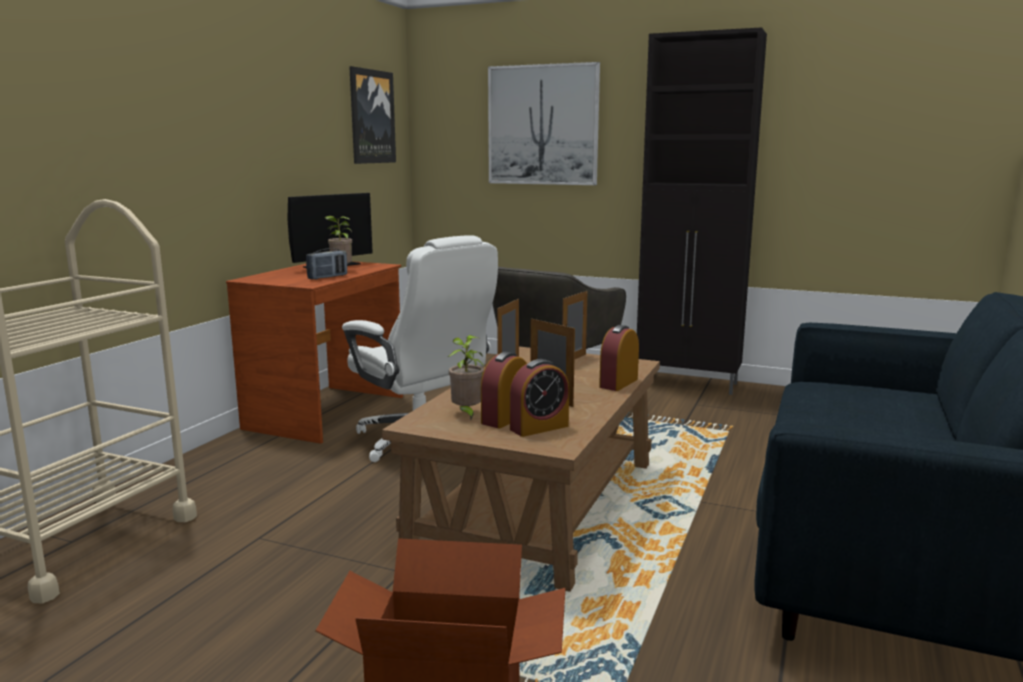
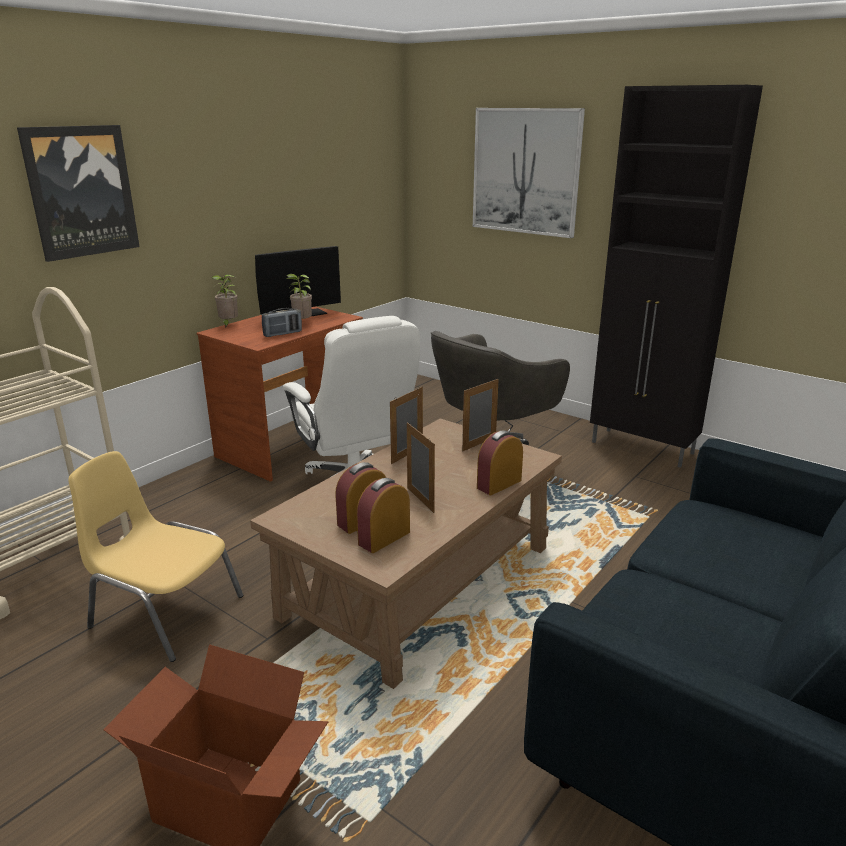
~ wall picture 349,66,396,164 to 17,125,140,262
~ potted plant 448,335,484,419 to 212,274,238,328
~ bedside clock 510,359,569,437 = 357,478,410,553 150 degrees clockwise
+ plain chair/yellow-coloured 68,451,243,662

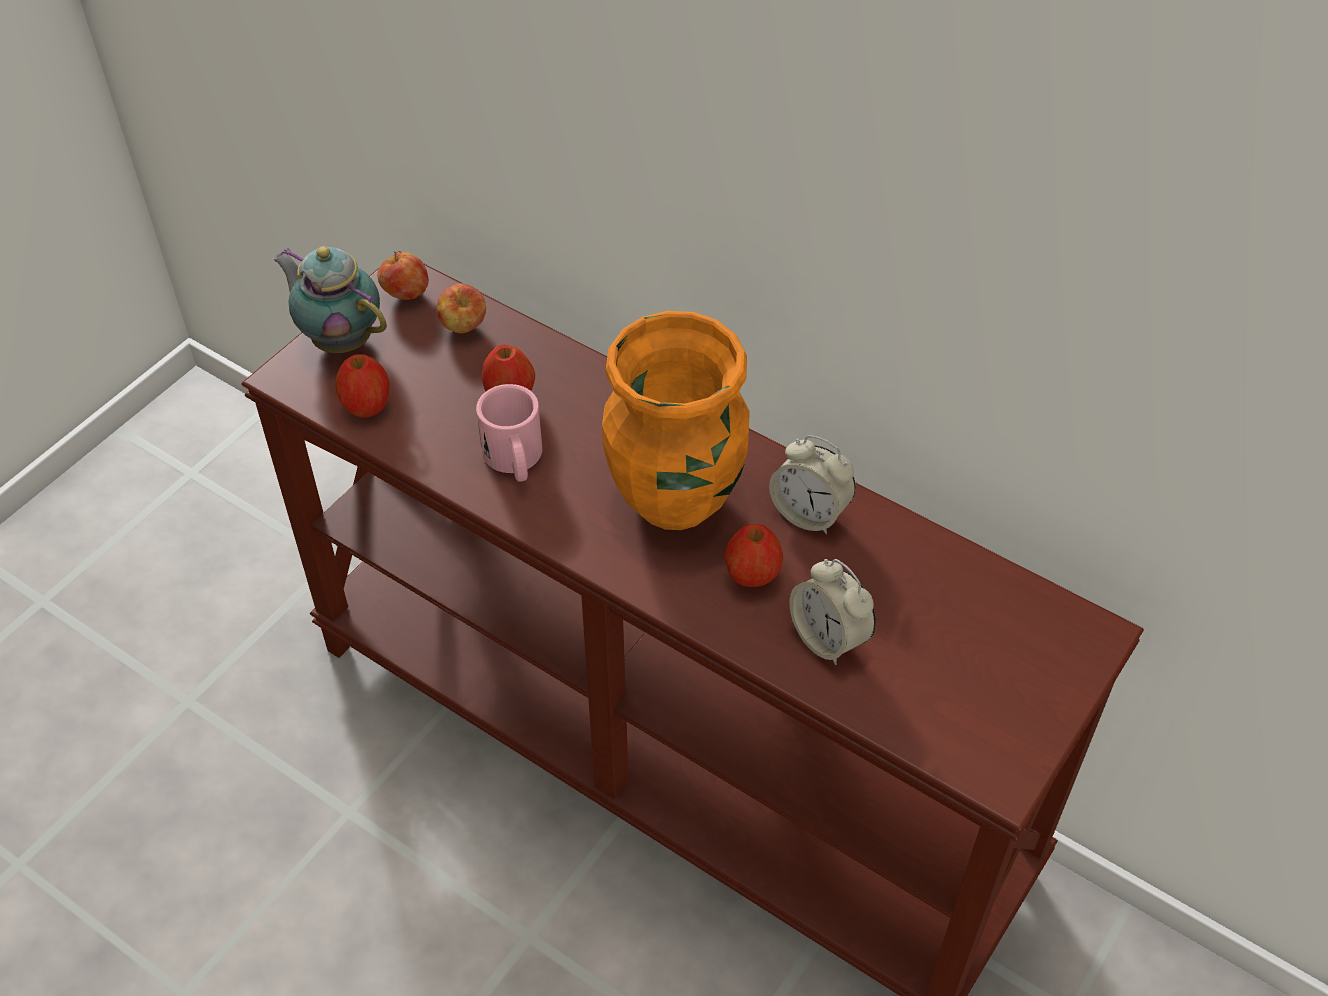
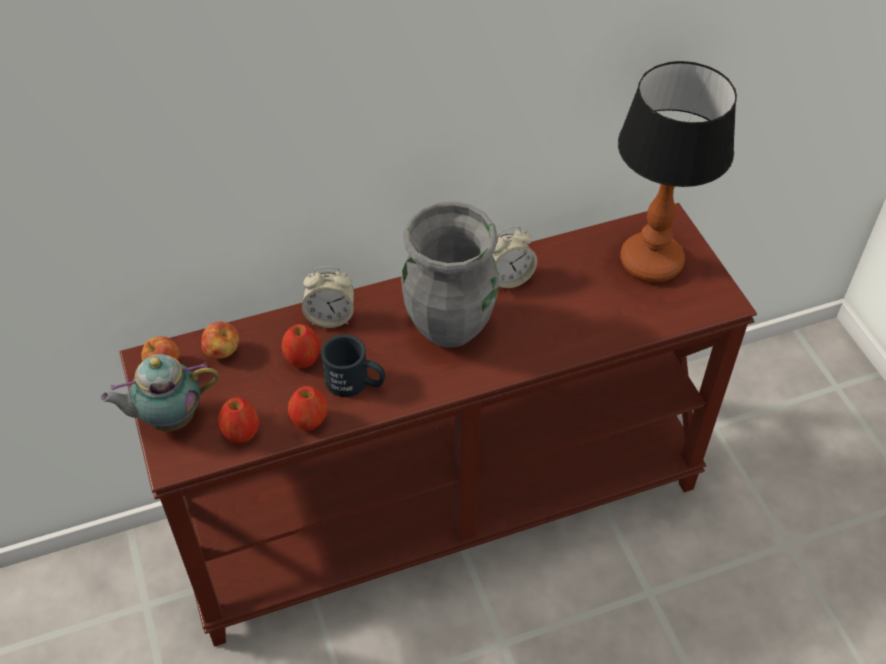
~ flower vase/orangey 602,311,750,530 to flower vase/greyish 401,201,499,348
~ tea mug/pink-coloured 476,384,542,482 to tea mug/black-coloured 321,334,385,397
~ apple fruit 725,524,783,587 to 288,386,328,431
~ bedside clock 790,559,876,665 to 302,266,354,328
+ tabletop lamp 618,61,737,282

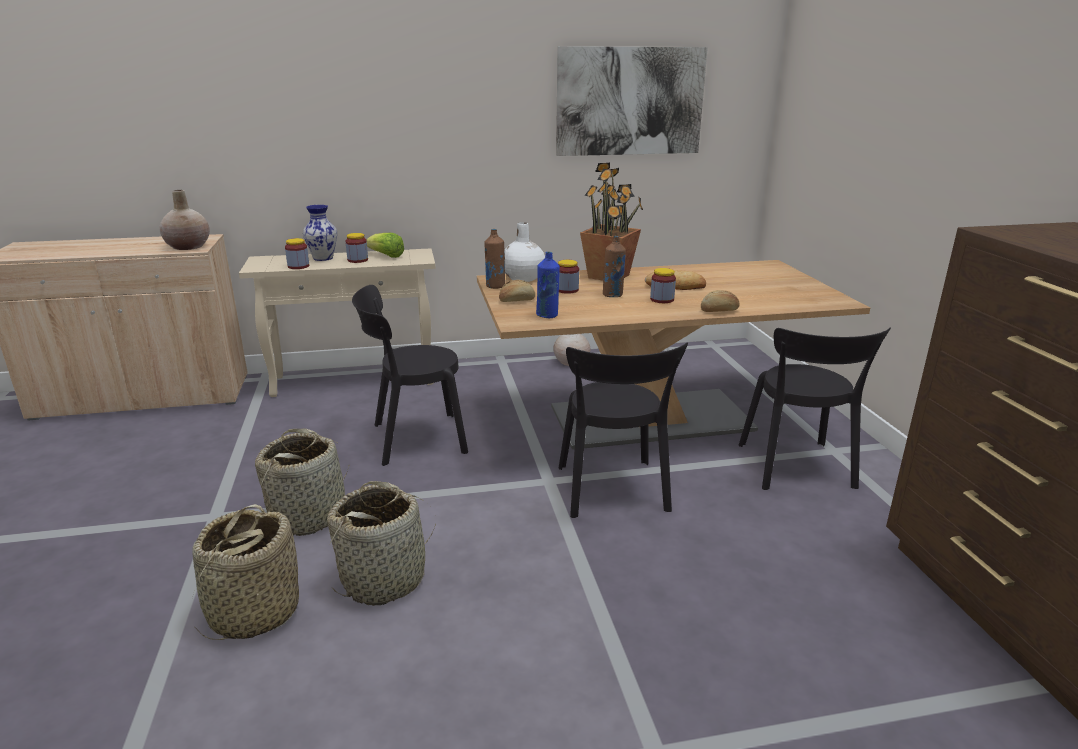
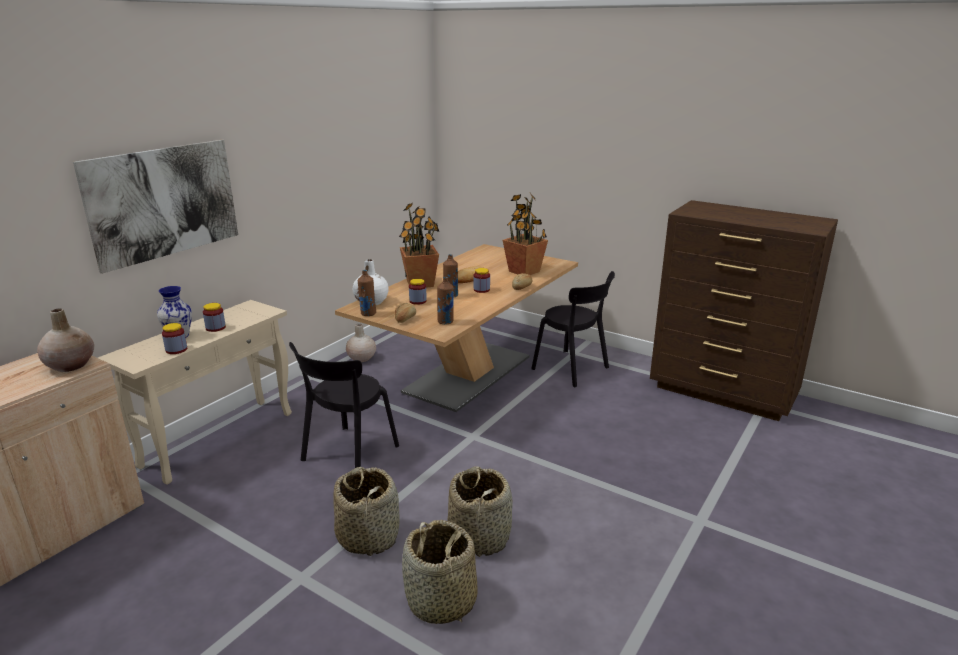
~ wall picture 556,46,708,156 to 73,140,238,274
- head of lettuce 366,233,404,258
~ drink bottle/blue 536,252,560,318 to drink bottle/brown 437,277,454,324
- plain chair/black-coloured 559,343,688,518
+ potted plant 503,193,548,275

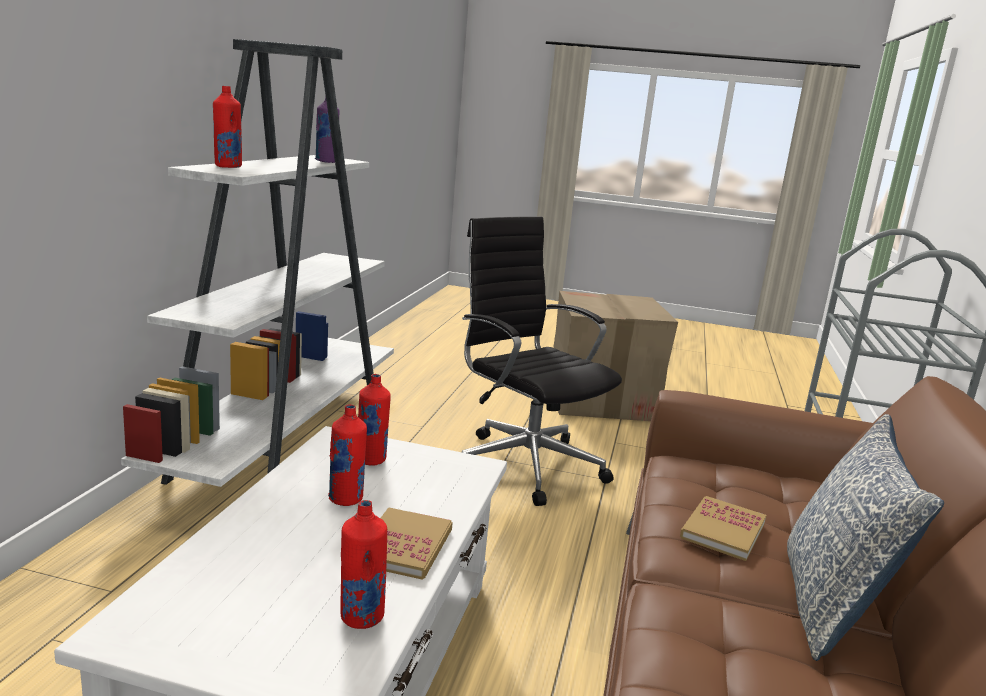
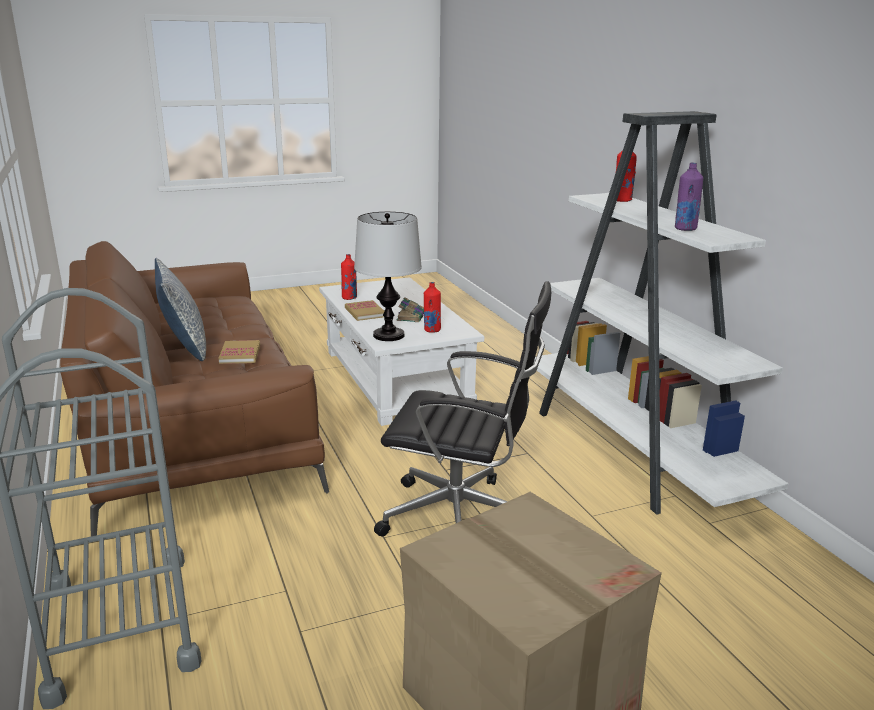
~ drink bottle/red 328,404,367,506 to volume 396,297,424,322
+ tabletop lamp 354,212,422,341

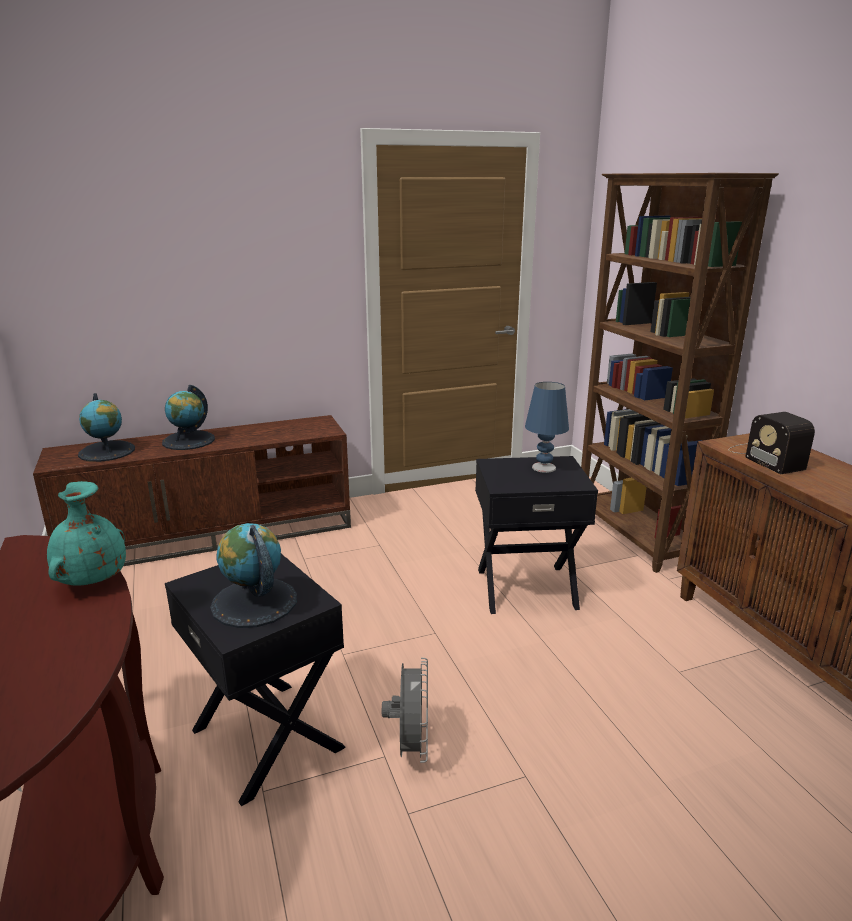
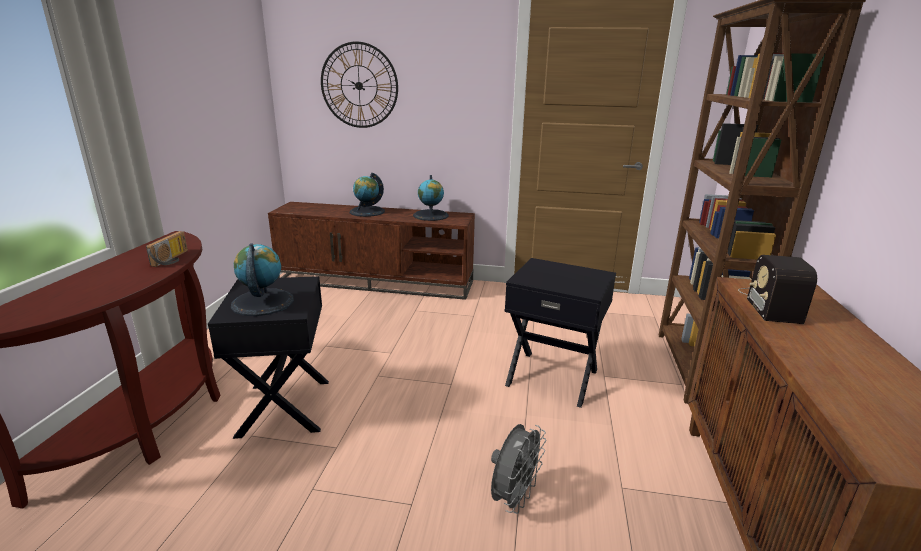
- tabletop lamp/blue 525,382,569,473
~ globe 78,393,135,462 to 413,175,449,221
~ flower vase/blue-green 47,481,126,586 to radio 146,231,188,267
~ cooling fan/greyish 382,658,428,763 to 491,424,546,514
+ wall clock 321,41,398,128

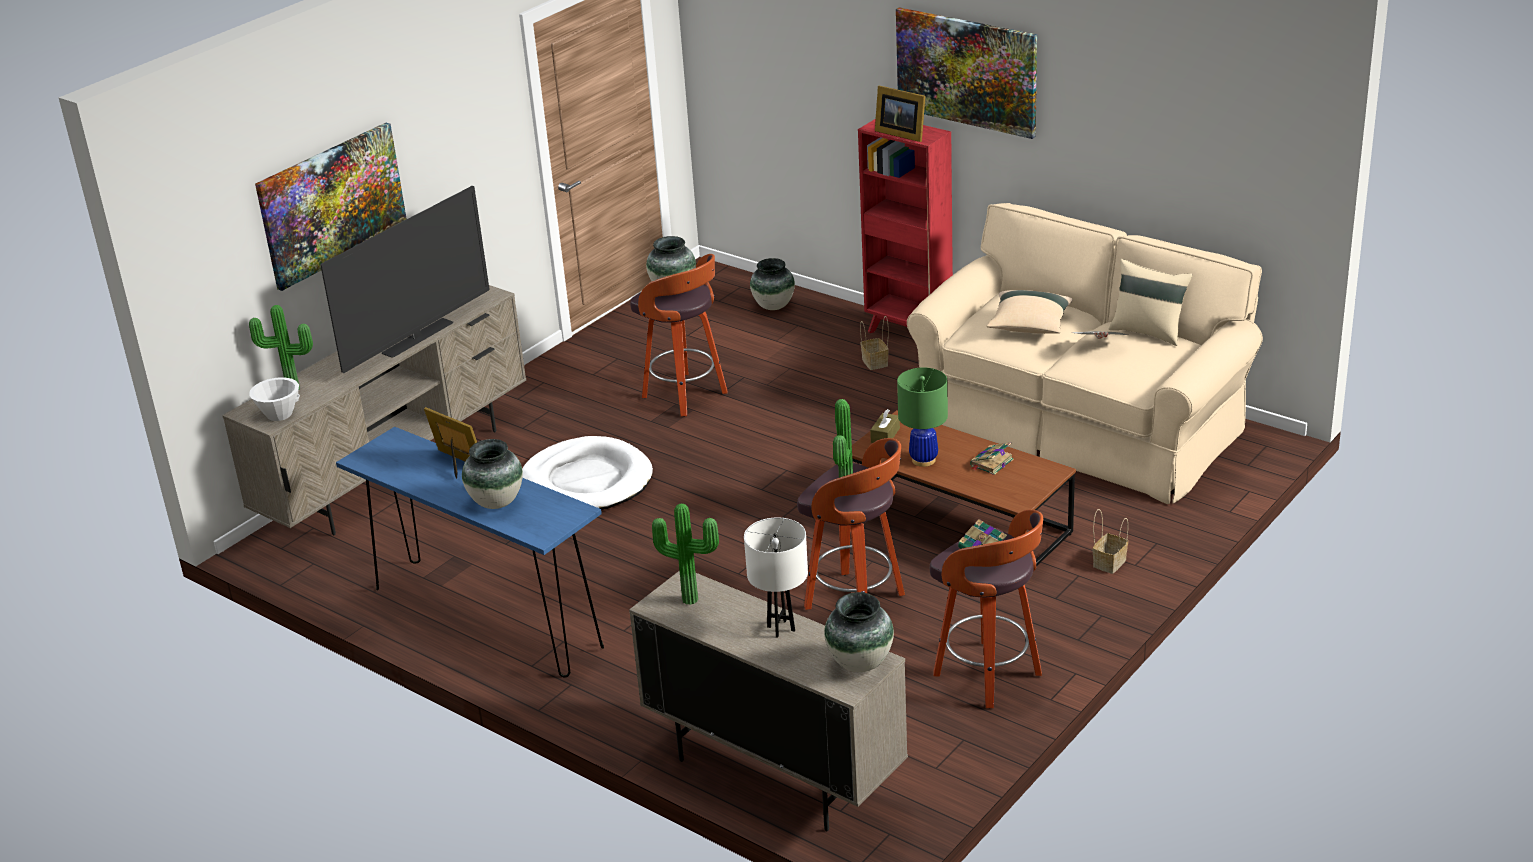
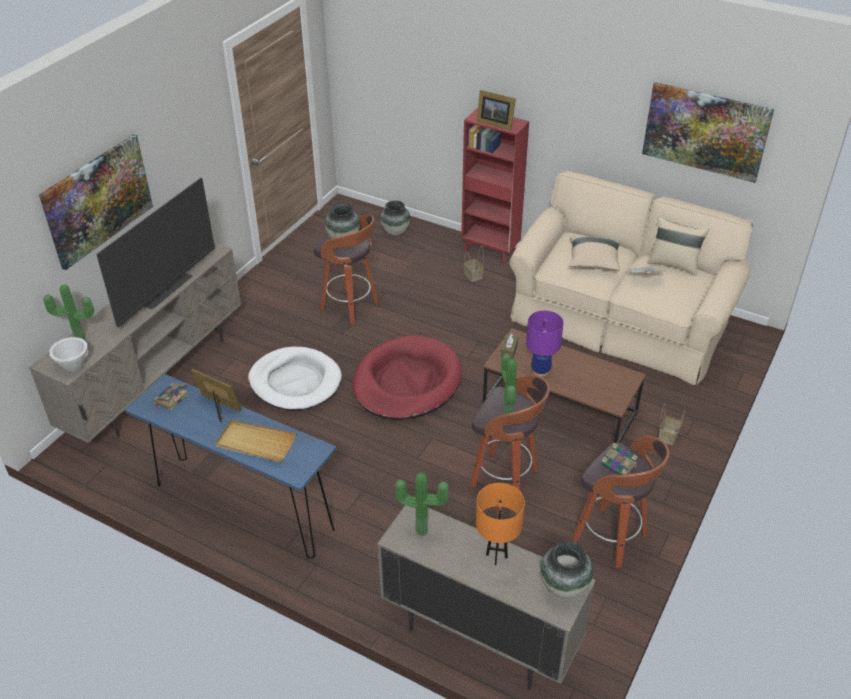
~ wall picture 896,7,1037,139 to 642,82,774,183
~ tabletop lamp/green-coloured 897,367,948,467 to tabletop lamp/purplish 526,310,564,377
~ flower vase 462,439,523,509 to tray/sand-coloured 215,420,296,462
~ volume 970,442,1014,475 to 153,383,189,411
~ tabletop lamp/whitish 744,517,808,638 to tabletop lamp/orangey 476,483,525,565
+ pet bed/red 352,335,462,420

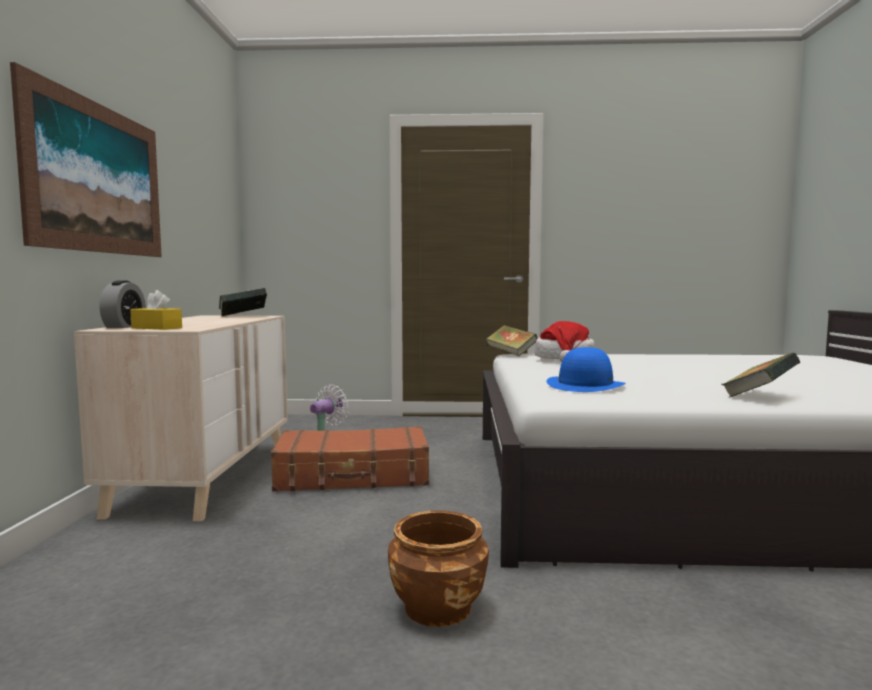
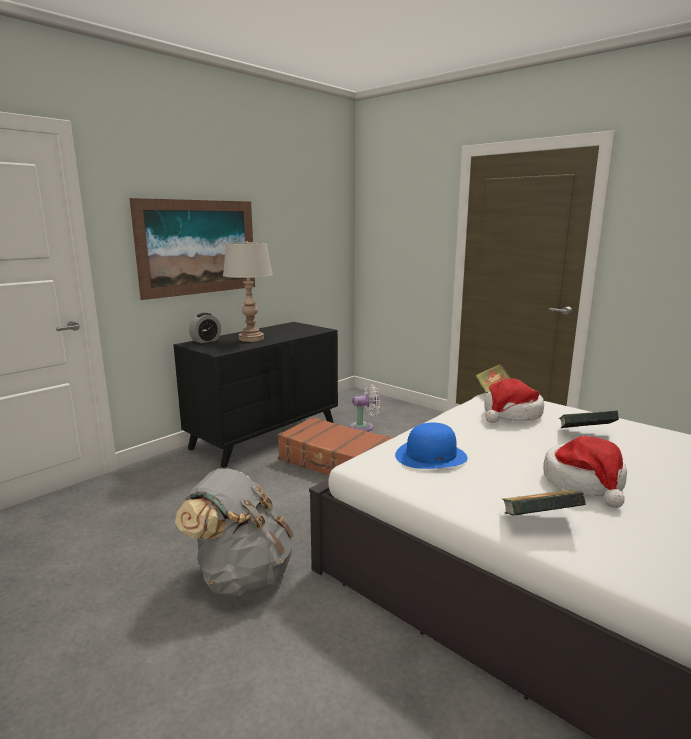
~ volume 219,288,267,317 to 559,410,619,429
- box of tissues/yellow-coloured 130,290,182,330
~ dresser/sand-coloured 74,315,288,521 to dresser/black-coloured 173,322,338,468
~ plant pot/brown 388,510,489,627 to knapsack/greyish 175,468,295,596
+ tabletop lamp/greyish 223,241,273,342
+ wearable hat 543,436,627,508

